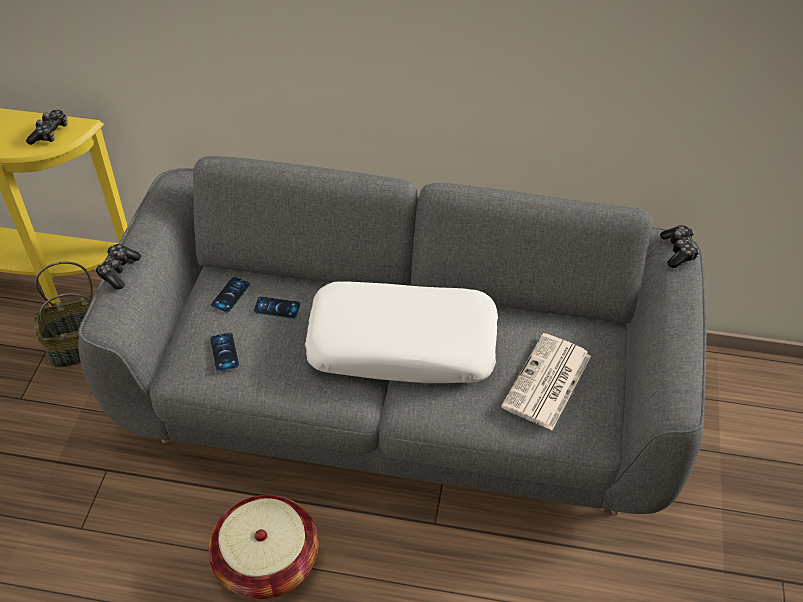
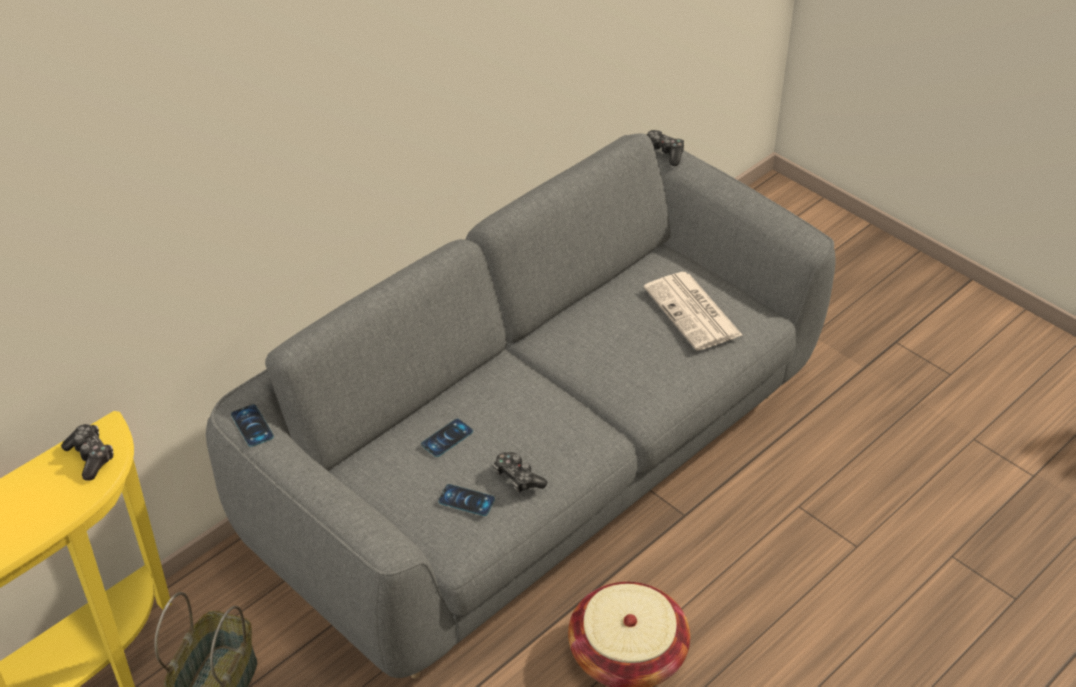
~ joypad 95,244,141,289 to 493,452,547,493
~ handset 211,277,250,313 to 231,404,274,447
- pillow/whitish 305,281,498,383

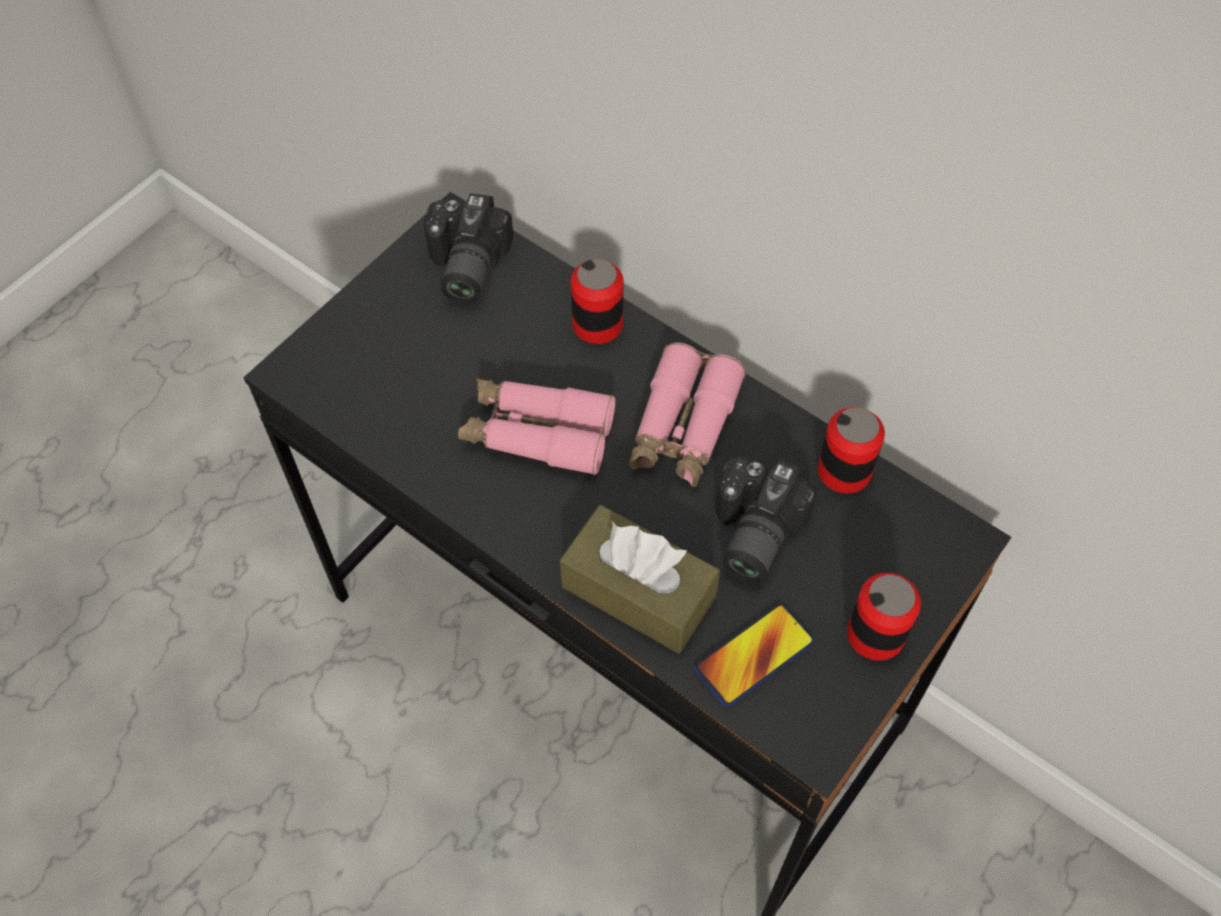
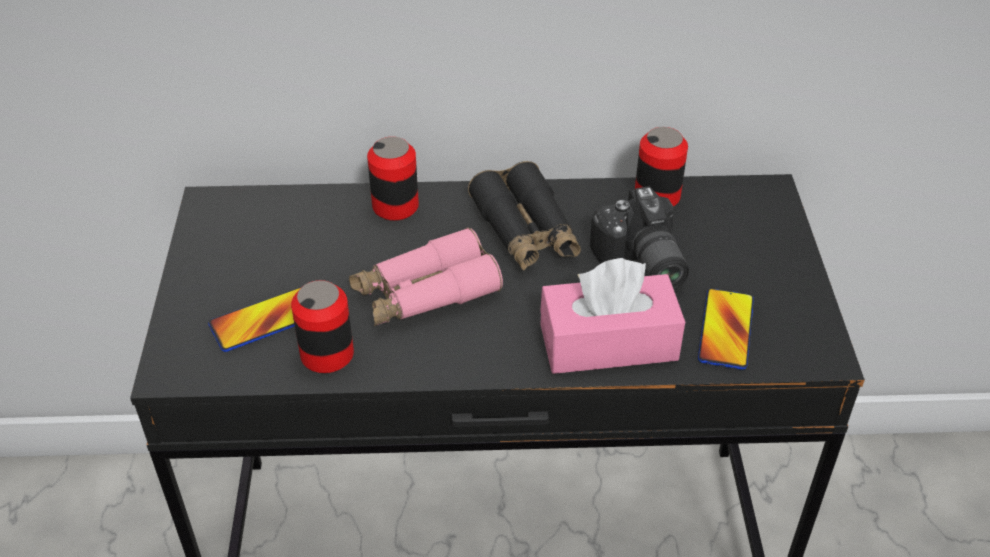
- still camera 424,193,513,304
~ binoculars/pink-coloured 629,343,746,487 to binoculars/black-coloured 468,161,581,270
~ box of tissues/brown 560,505,720,654 to box of tissues/pink-coloured 540,258,685,374
~ can 847,573,921,661 to 291,280,354,373
+ handset 208,287,301,352

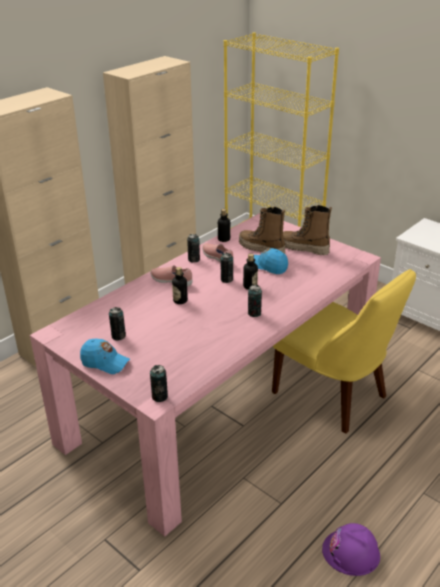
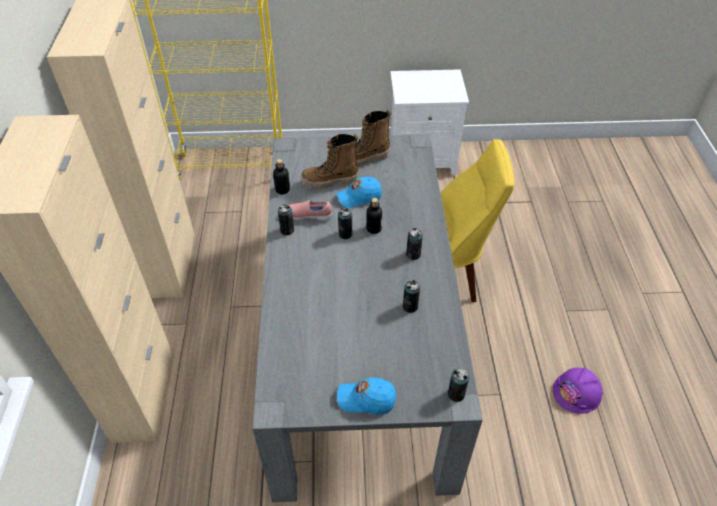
~ kitchen table/pink-coloured 30,213,381,537 to kitchen table/greyish 252,134,483,502
- shoe/pink-coloured 150,265,193,287
- drink bottle 172,267,188,304
~ can 109,307,126,340 to 403,280,420,313
~ cap/blue 80,339,130,374 = 337,377,396,415 150 degrees counterclockwise

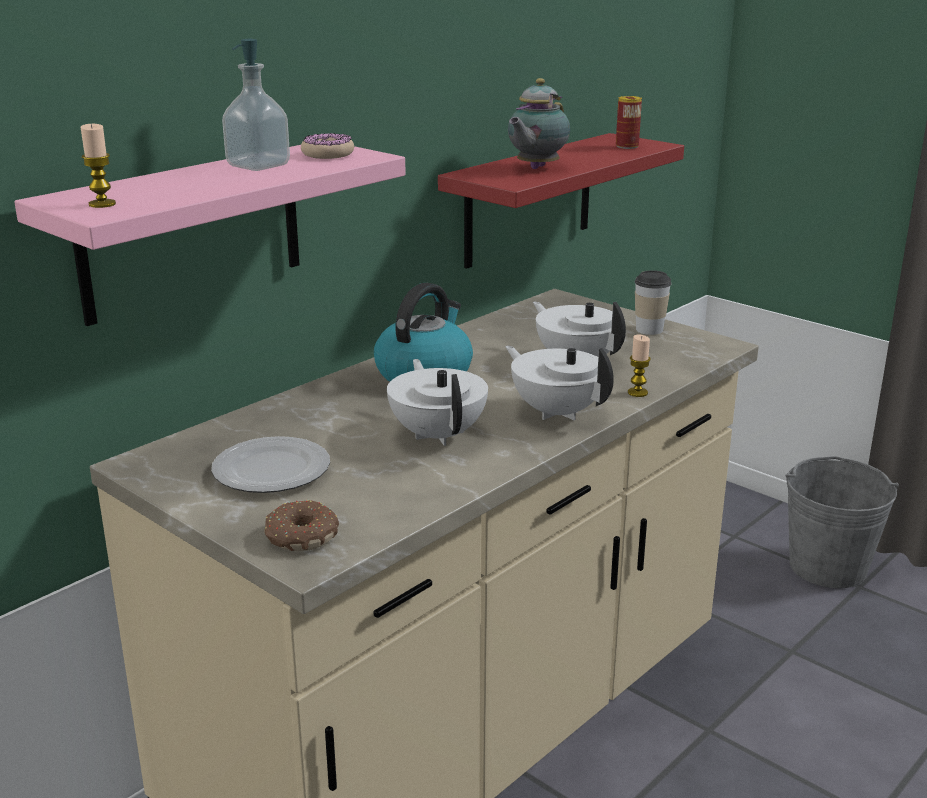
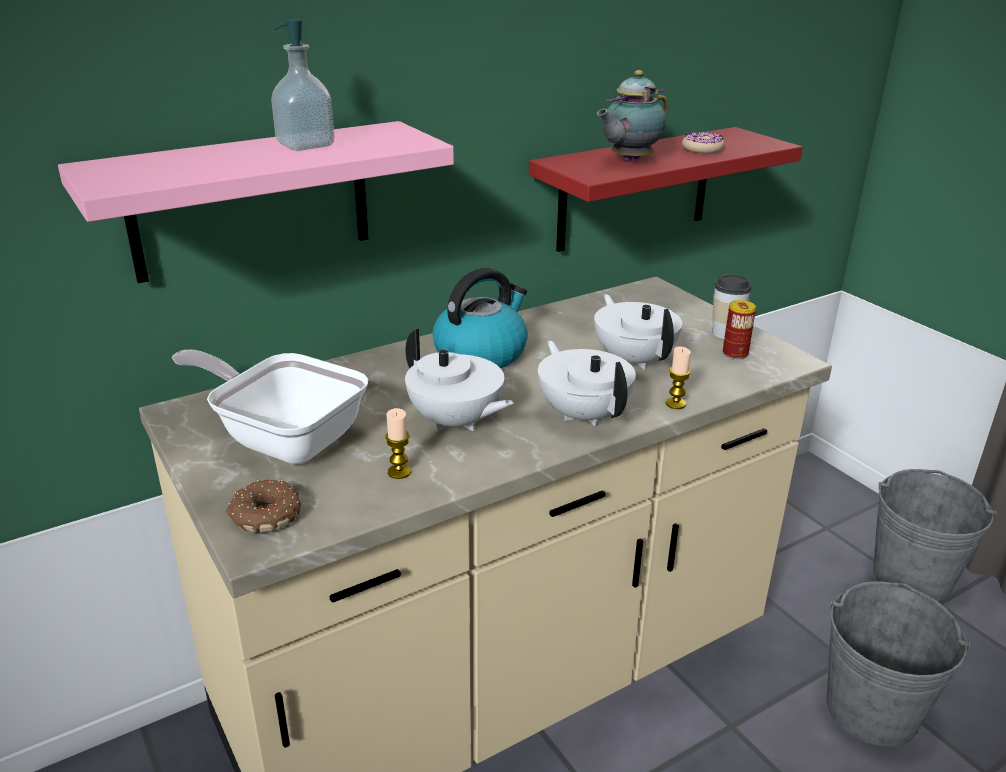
~ can 616,96,642,149 to 723,300,756,359
~ wax candle 81,124,116,208 to 385,408,411,479
~ donut 301,133,354,159 to 682,132,724,154
~ tea pot/whitish 387,359,488,446 = 405,329,514,432 135 degrees clockwise
~ plate 211,436,330,493 to pan 172,350,368,464
+ bucket/greyish 826,581,971,747

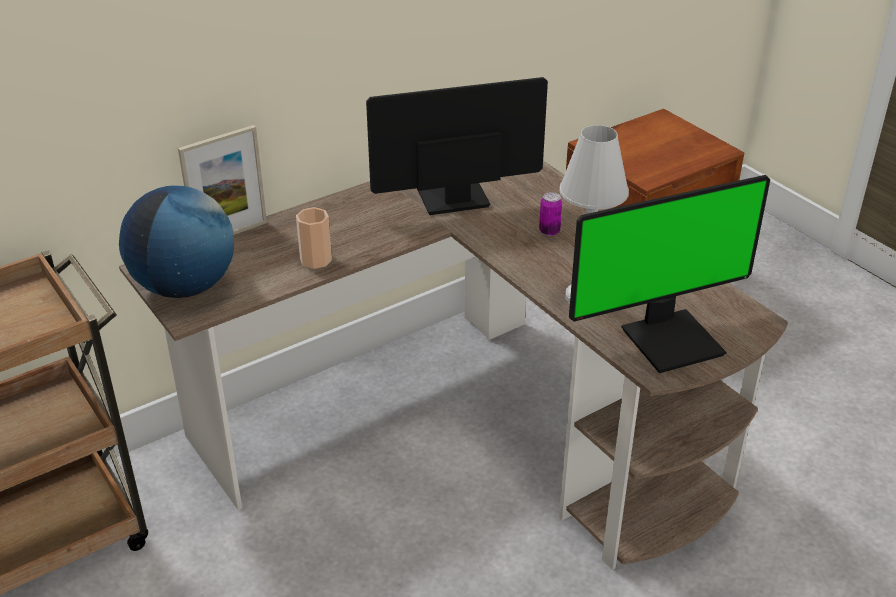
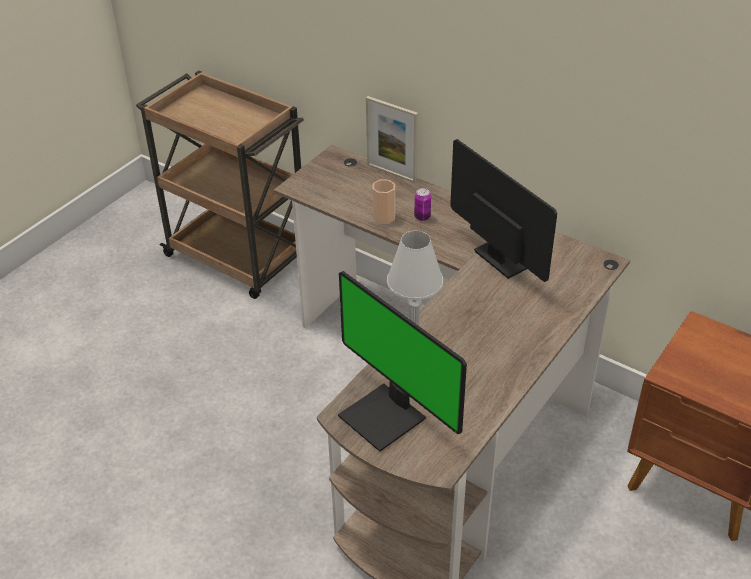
- globe 119,185,234,298
~ can 539,192,562,236 to 414,188,431,221

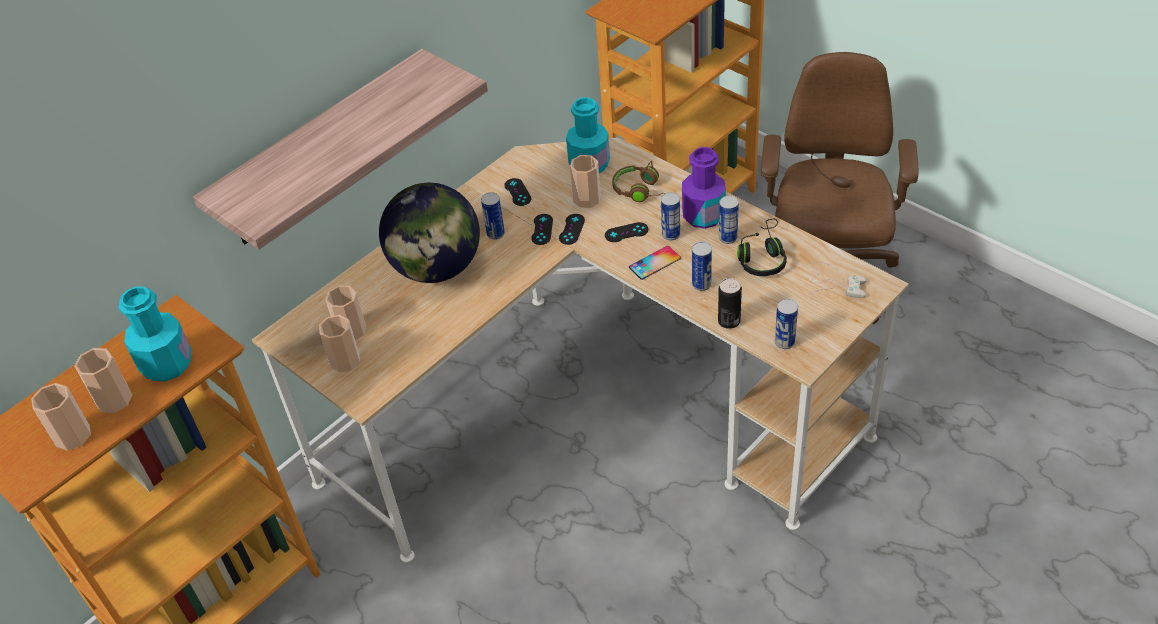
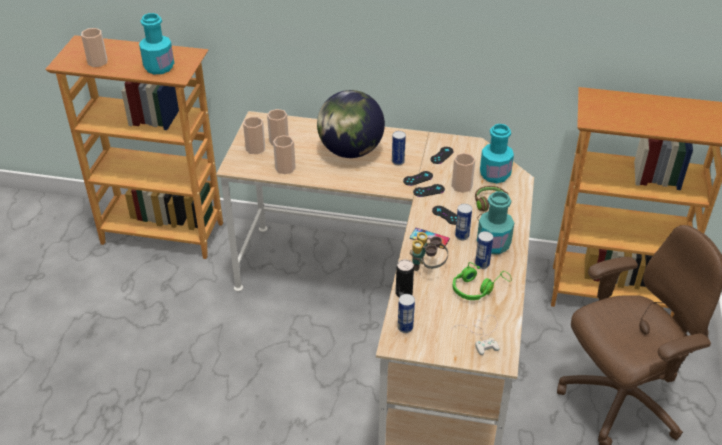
- wall shelf 193,49,488,250
~ drink bottle/purplish 682,147,726,229 to drink bottle/blue-green 477,191,514,255
~ headset/black-coloured 737,219,787,276 to headset/green-coloured 453,262,512,300
~ can 692,242,712,291 to binoculars 410,232,448,271
~ drinking cup 75,348,132,413 to 273,135,296,174

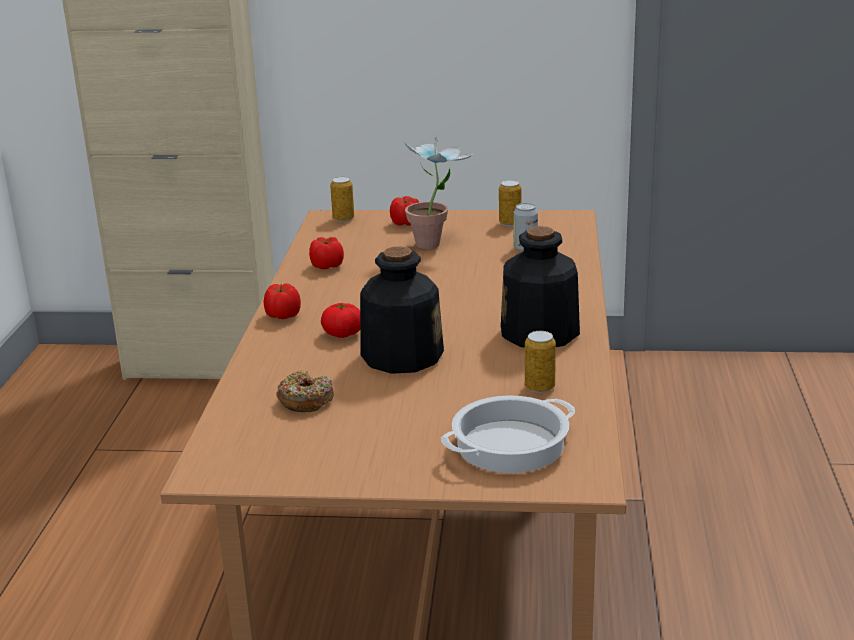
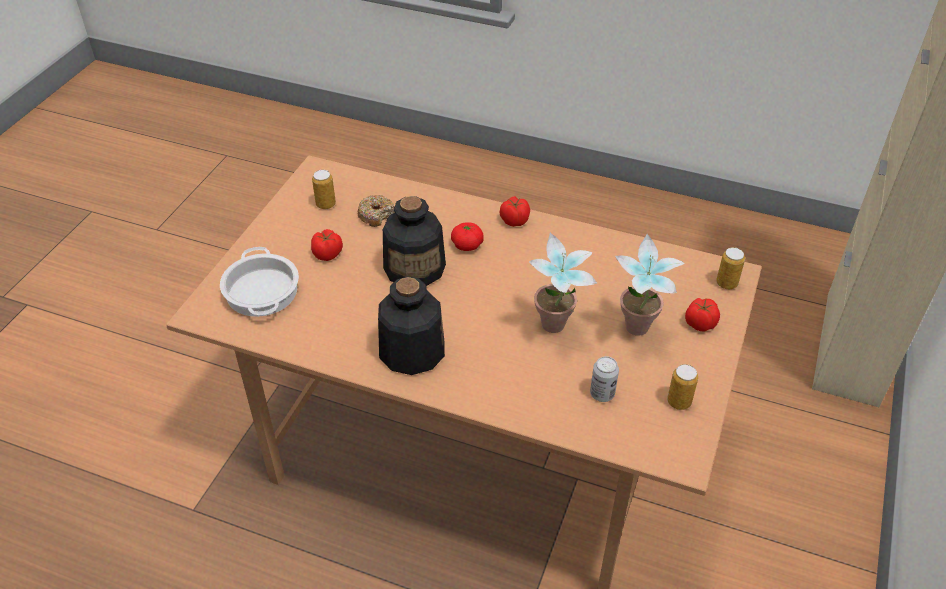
~ whole tomato 309,237,344,269 to 311,229,343,261
~ can 525,331,556,393 to 312,170,336,209
+ potted plant 529,232,597,333

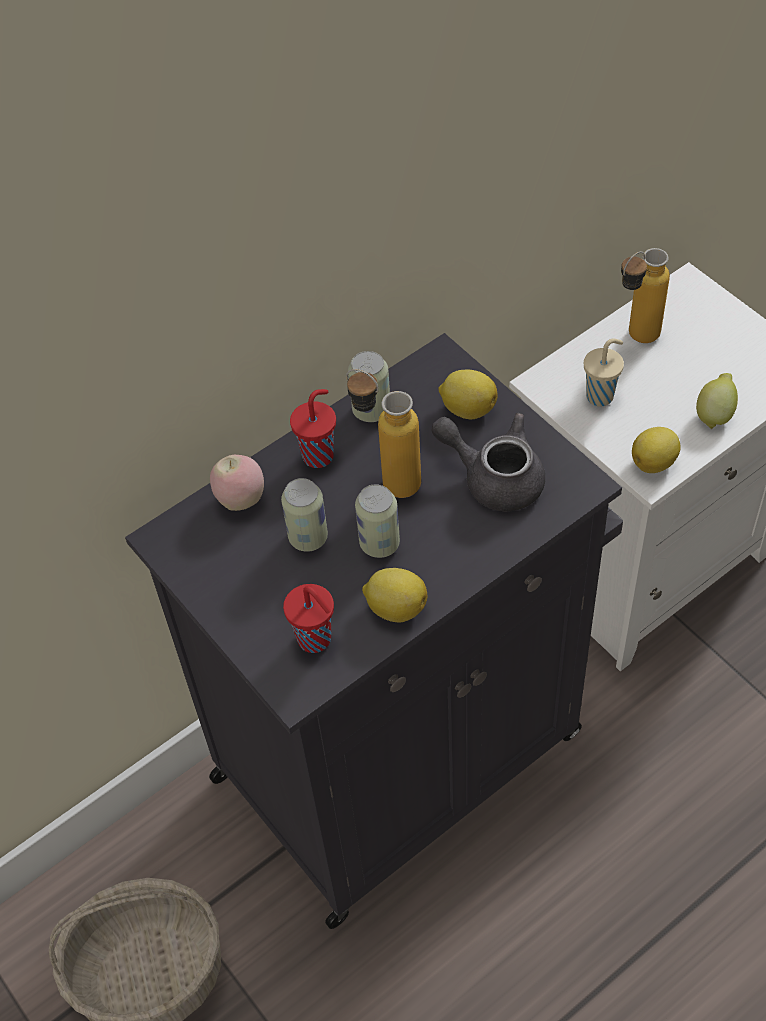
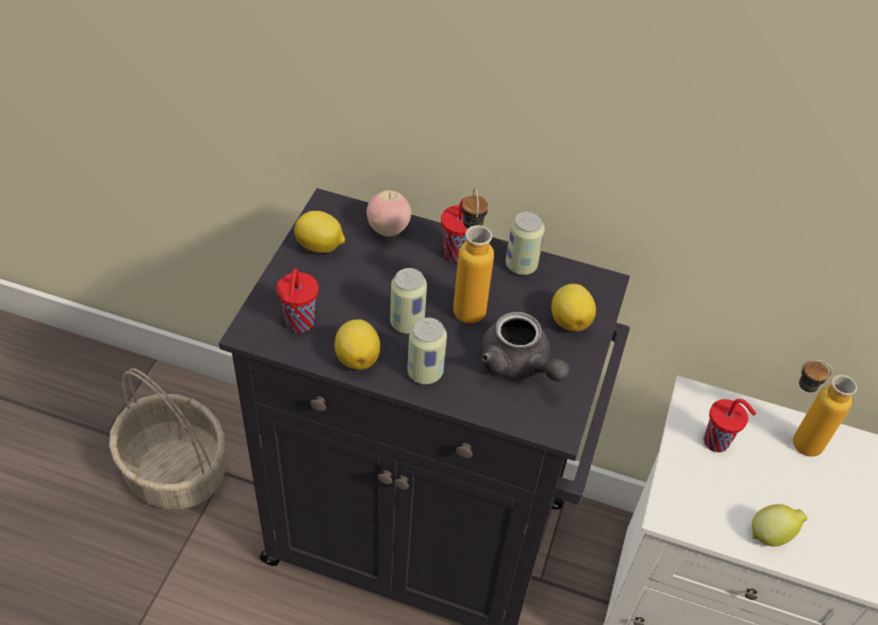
~ drinking cup/sand-coloured 584,338,624,406 to drinking cup/red 704,399,756,452
~ tea pot/greyish 432,413,545,511 = 480,312,570,382 150 degrees clockwise
~ lemon 632,427,681,473 to 294,211,345,253
~ can 281,478,328,552 to 407,317,447,384

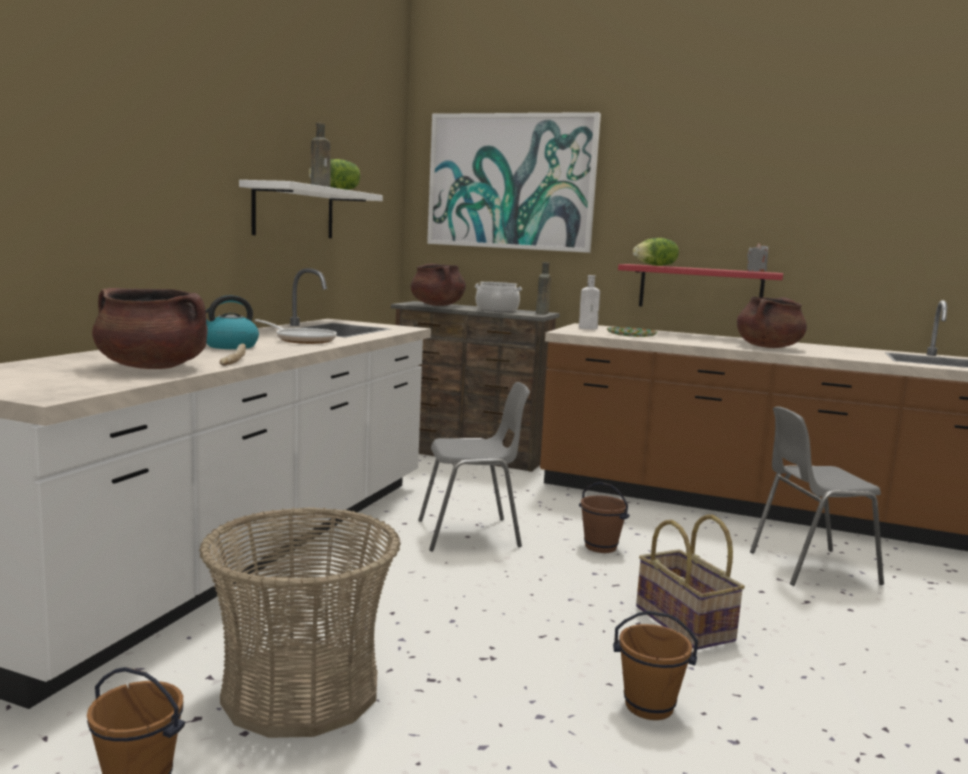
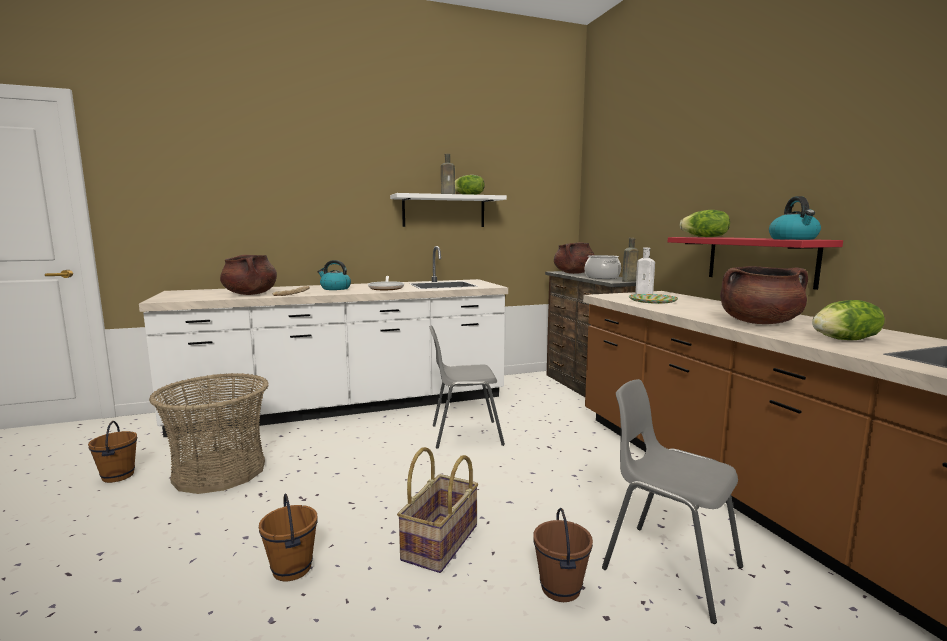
- wall picture 427,112,601,253
~ wax candle/greyish 747,243,768,272 to kettle 769,196,821,240
~ plain chair/greyish 418,382,530,552 = 429,325,505,449 135 degrees clockwise
~ bucket/brown 579,482,630,553 to 533,508,593,602
+ head of lettuce 812,300,885,340

